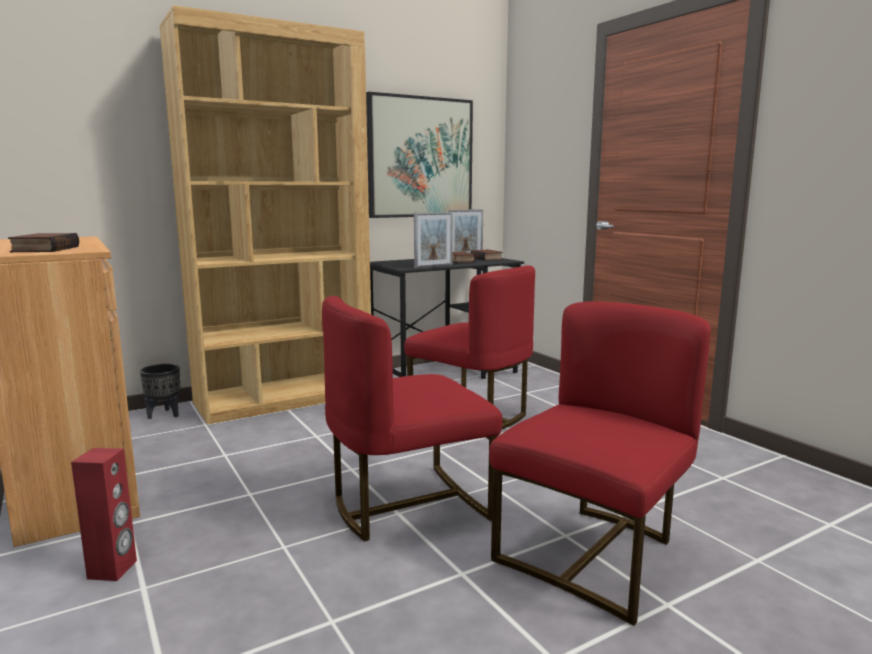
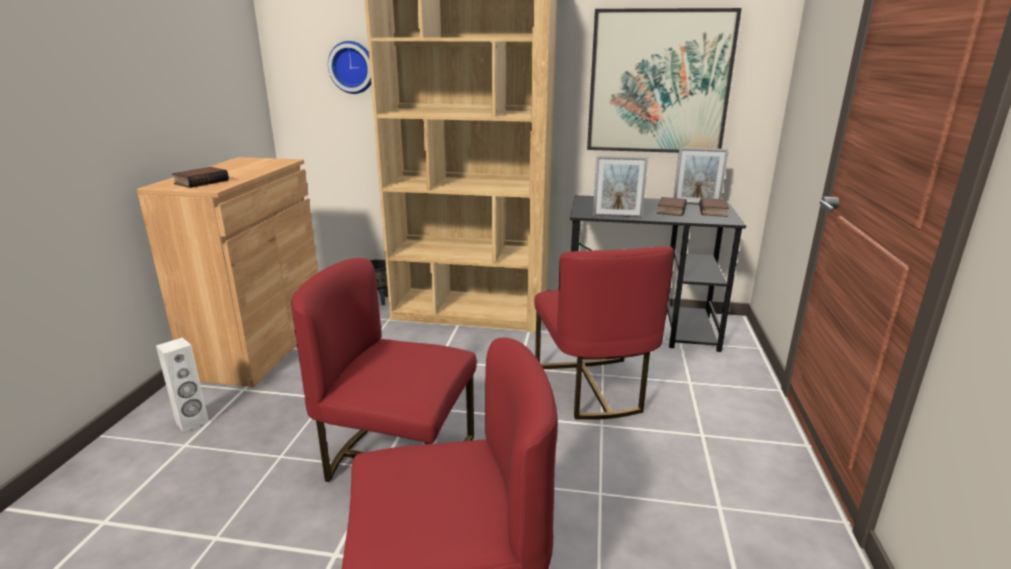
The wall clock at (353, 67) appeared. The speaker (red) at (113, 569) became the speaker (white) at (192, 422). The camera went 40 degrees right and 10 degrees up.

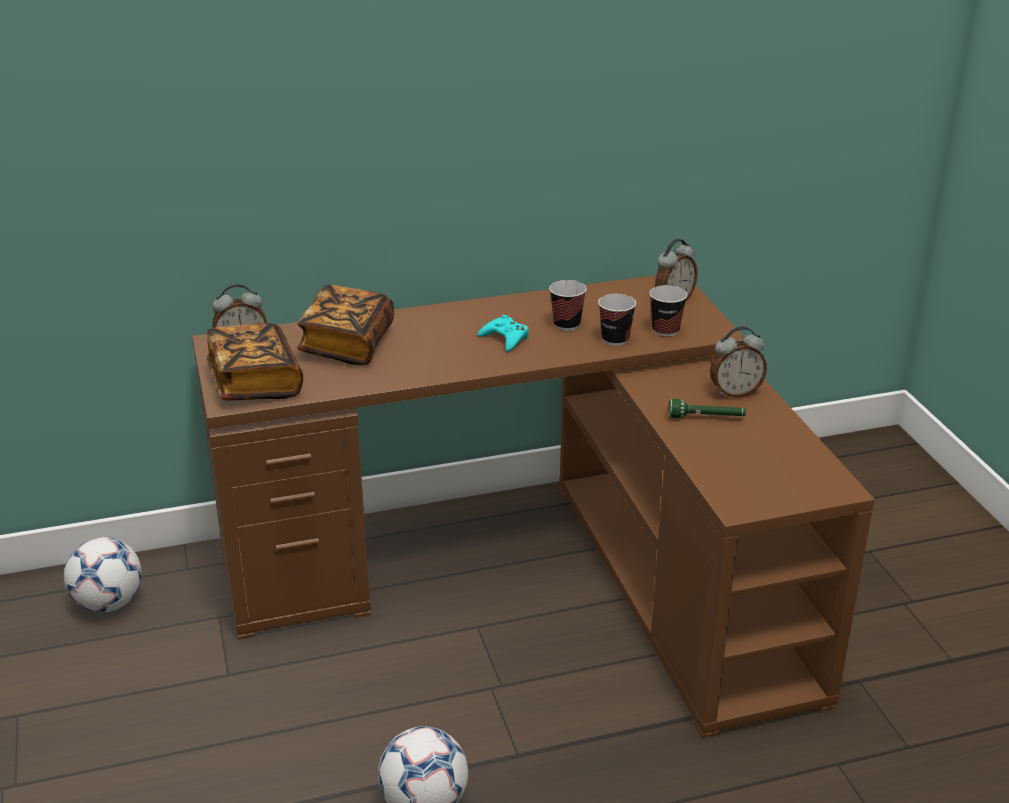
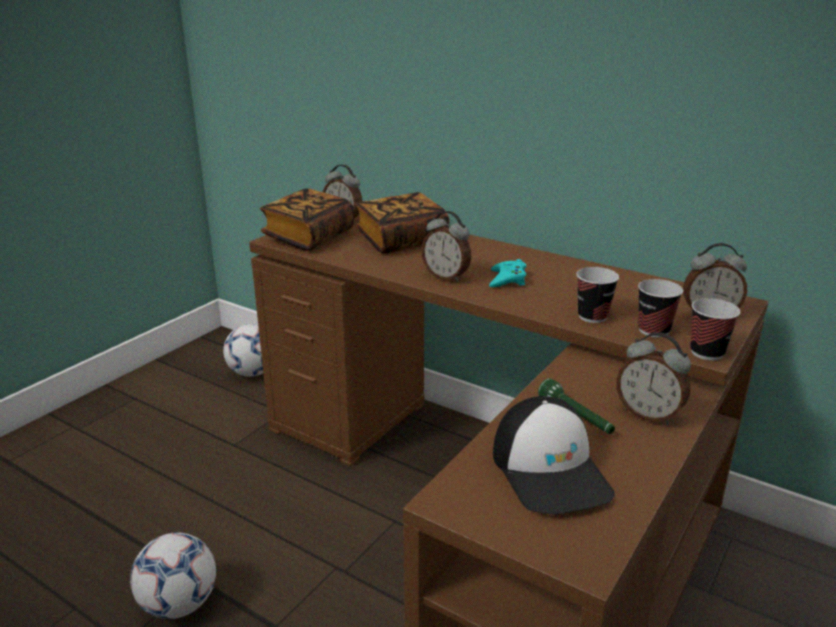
The alarm clock at (446, 276) appeared. The cap at (551, 470) appeared. The cup moved from (566, 324) to (707, 352). The camera went 50 degrees right and 5 degrees down.

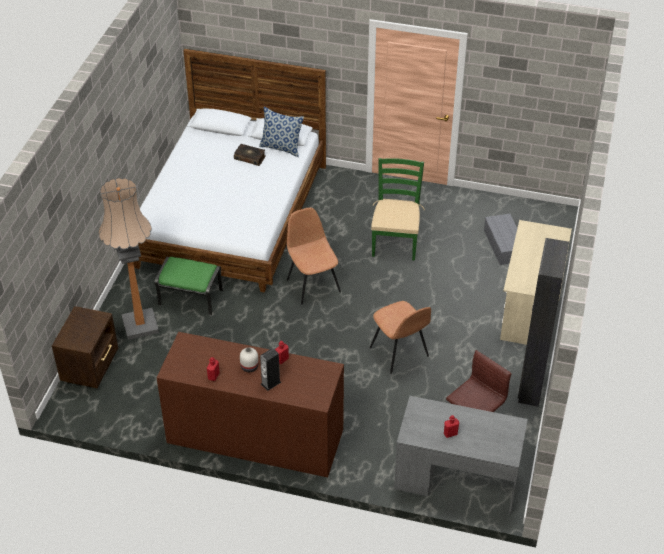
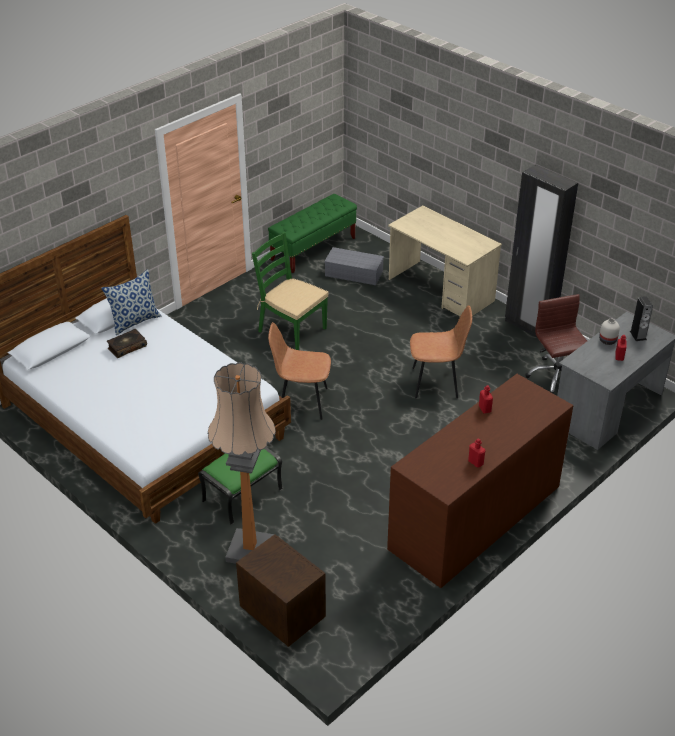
The bench (green) at (313, 249) appeared. The vase (white) moved from (249, 366) to (607, 341). The speaker moved from (270, 383) to (638, 335). The camera went 60 degrees left and 5 degrees down.

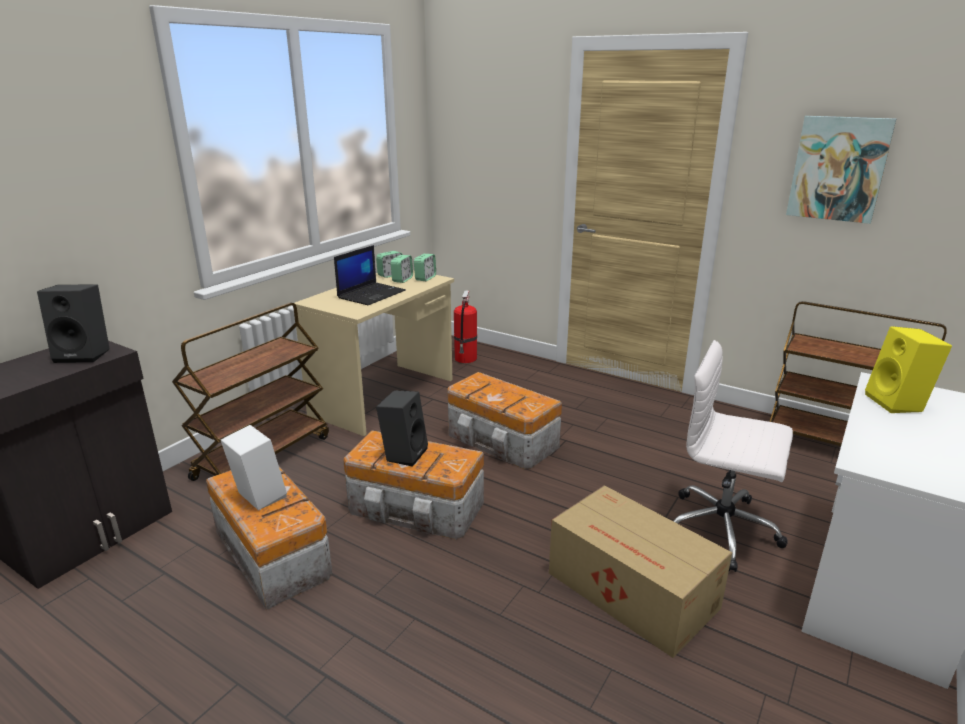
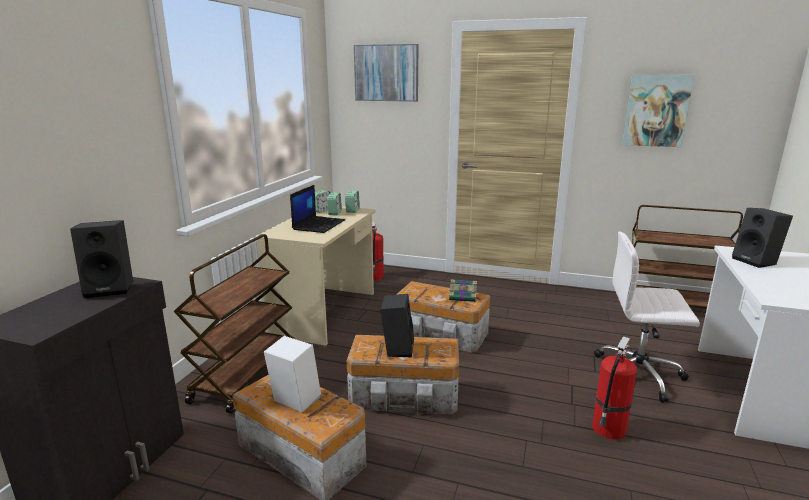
The picture at (386, 73) appeared. The book at (463, 297) appeared. The cardboard box at (633, 592) was replaced by the fire extinguisher at (608, 429). The speaker (yellow) at (898, 403) became the speaker (black) at (757, 261). The camera went 15 degrees left and 5 degrees down.

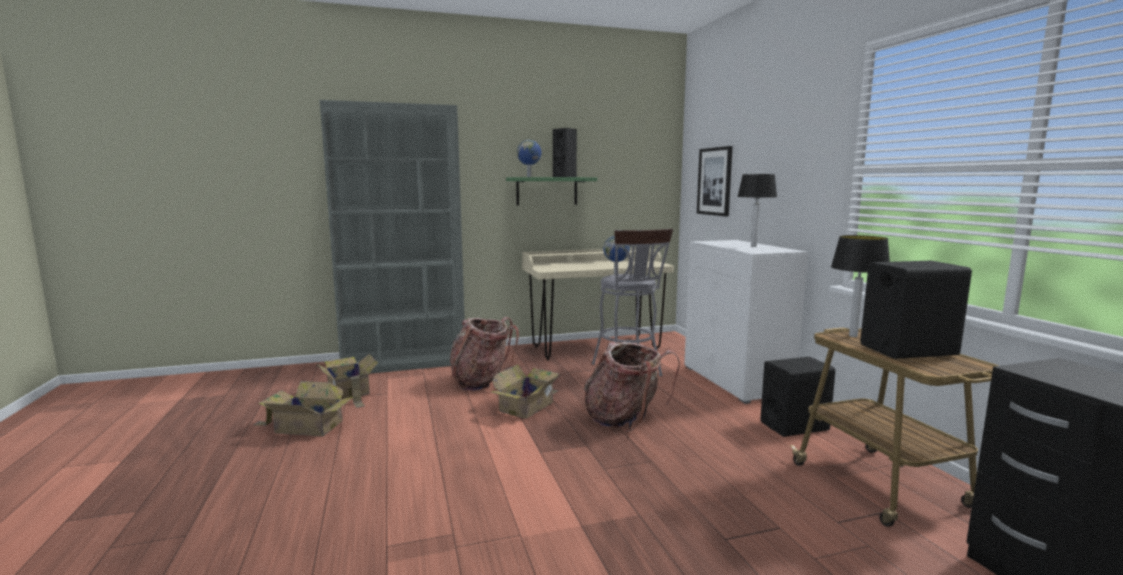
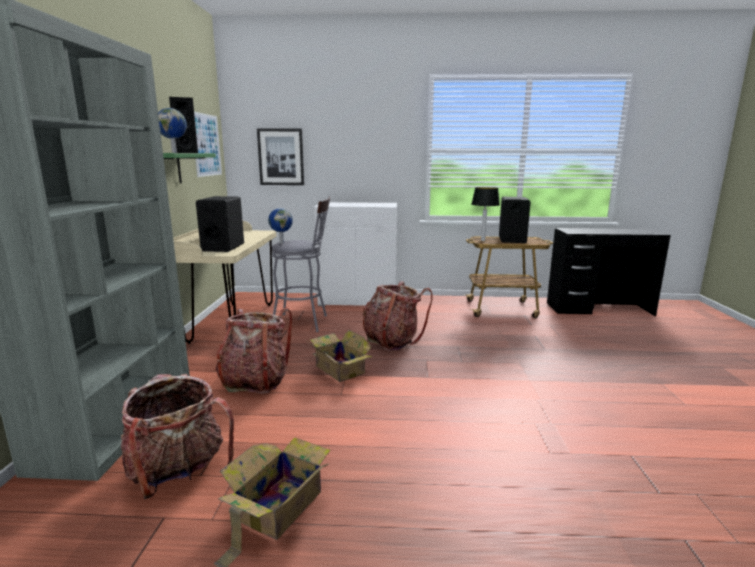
The table lamp at (753, 246) disappeared. The picture at (206, 145) appeared. The speaker (black) moved from (794, 426) to (223, 247). The cardboard box at (348, 391) was replaced by the backpack at (178, 473). The camera went 70 degrees left and 5 degrees up.

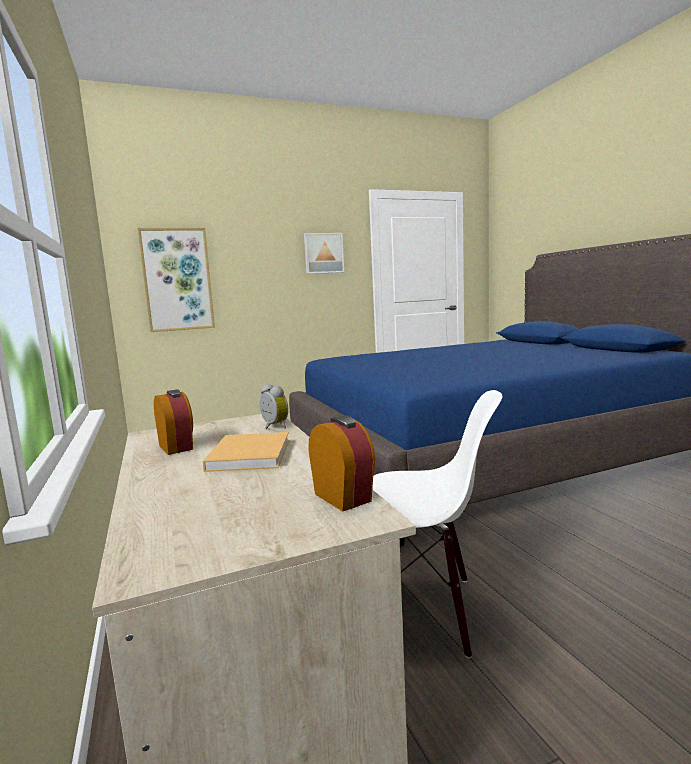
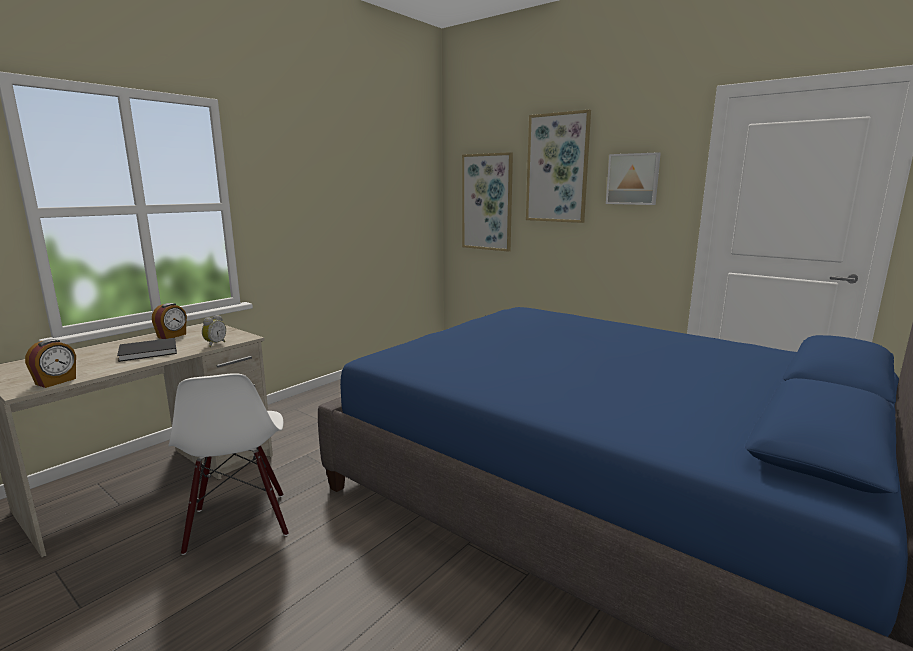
The picture at (557, 168) appeared. The book (beige) at (250, 454) became the book (black) at (150, 351). The camera went 60 degrees right and 5 degrees up.

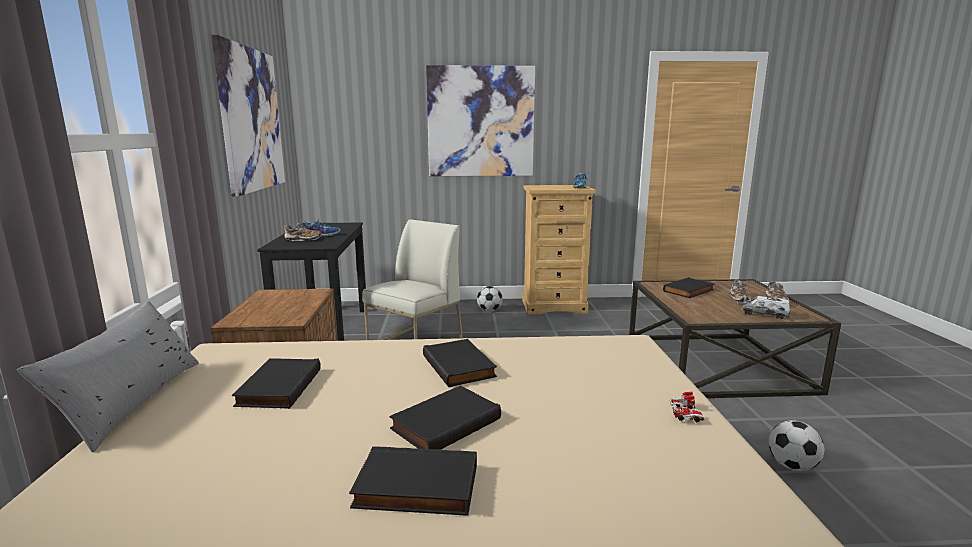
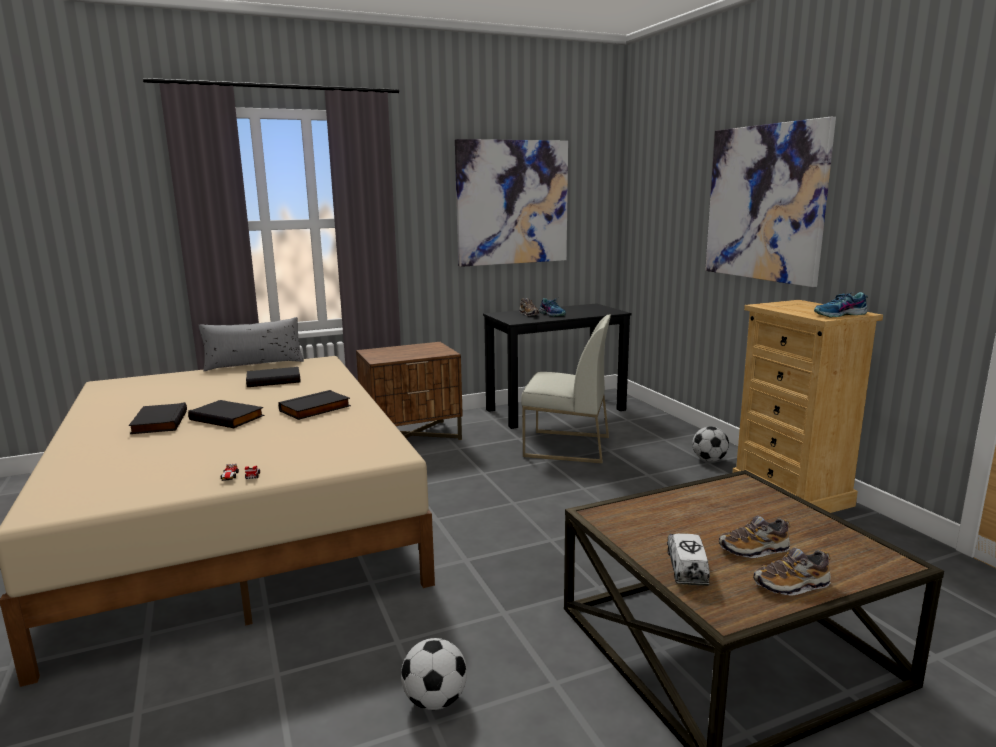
The book (black) at (689, 291) disappeared. The camera went 70 degrees right and 0 degrees up.

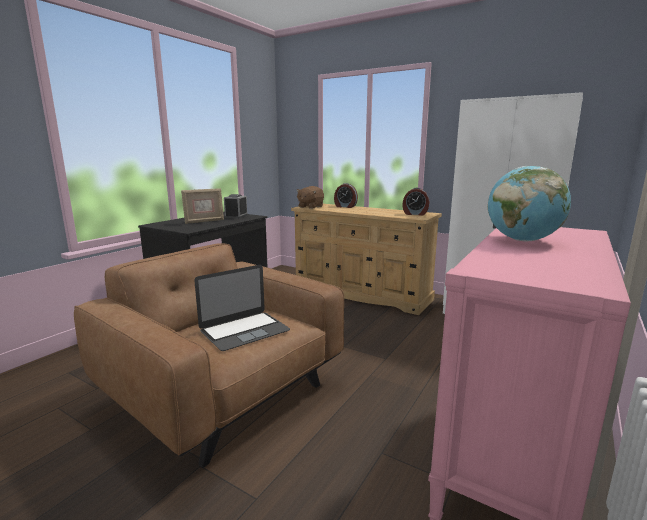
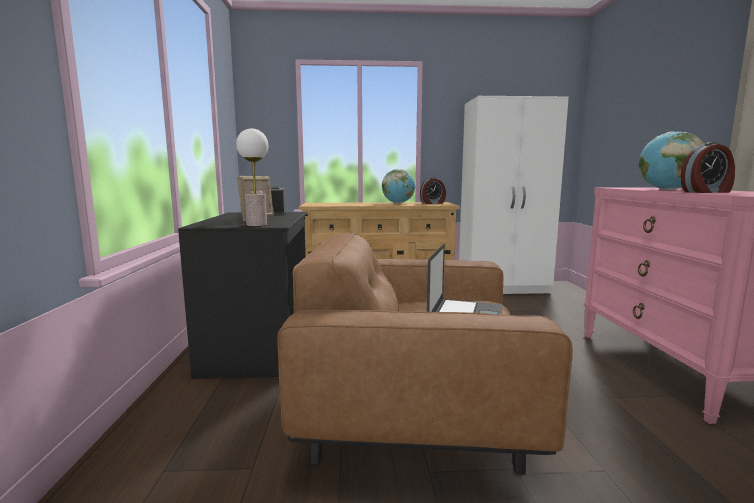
The plush toy (brown) at (310, 207) disappeared. The table lamp at (256, 225) appeared. The globe at (398, 203) appeared. The alarm clock moved from (345, 206) to (706, 192). The camera went 35 degrees left and 5 degrees down.

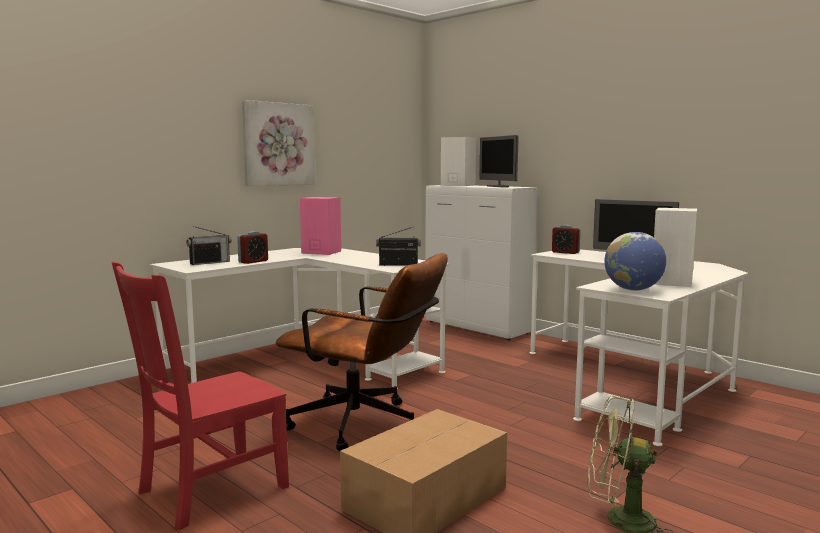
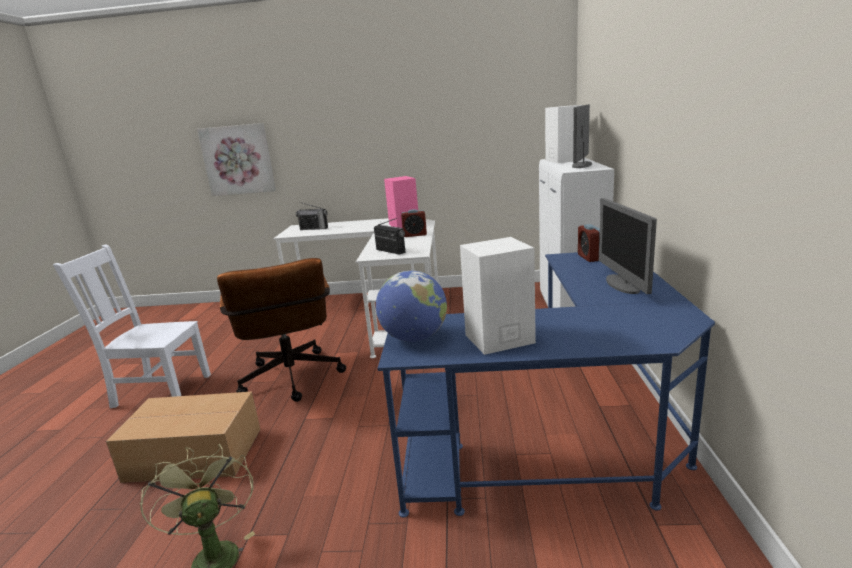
The alarm clock moved from (253, 261) to (415, 235). The picture moved from (278, 144) to (238, 160). The chair (red) at (208, 491) became the chair (white) at (159, 390). The desk (white) at (634, 381) became the desk (blue) at (567, 435). The camera went 50 degrees right and 10 degrees up.

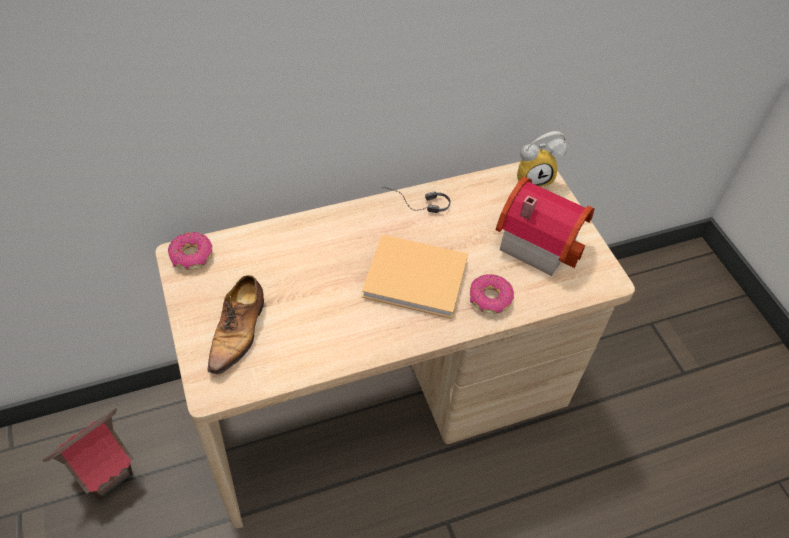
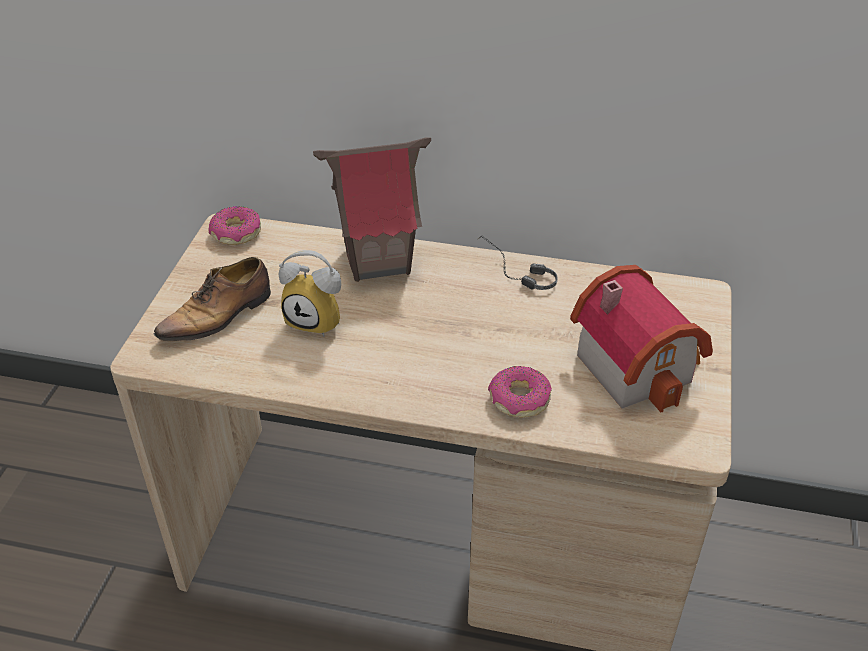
The book (beige) at (418, 279) disappeared. The toy house moved from (107, 474) to (378, 261). The alarm clock moved from (533, 177) to (318, 320). The camera went 35 degrees right and 10 degrees down.

